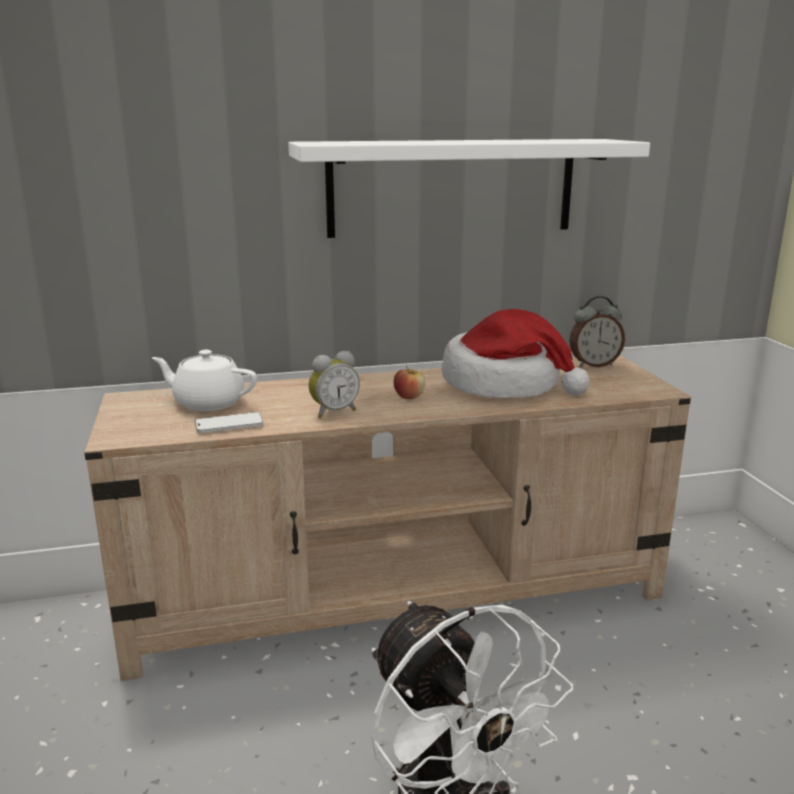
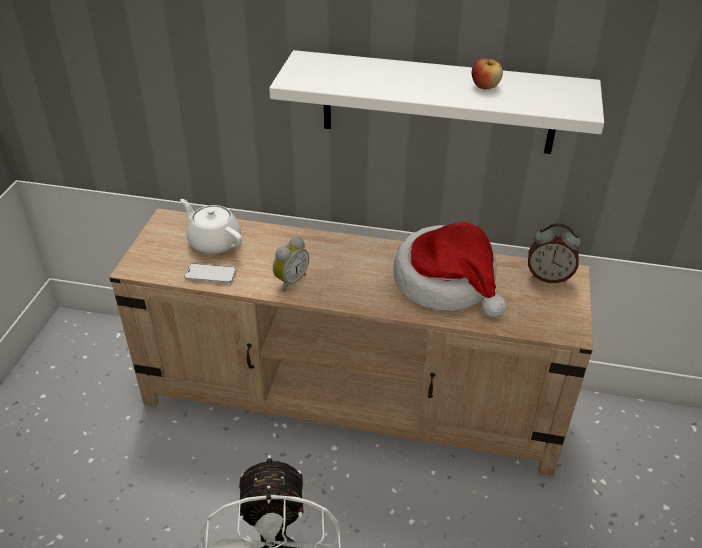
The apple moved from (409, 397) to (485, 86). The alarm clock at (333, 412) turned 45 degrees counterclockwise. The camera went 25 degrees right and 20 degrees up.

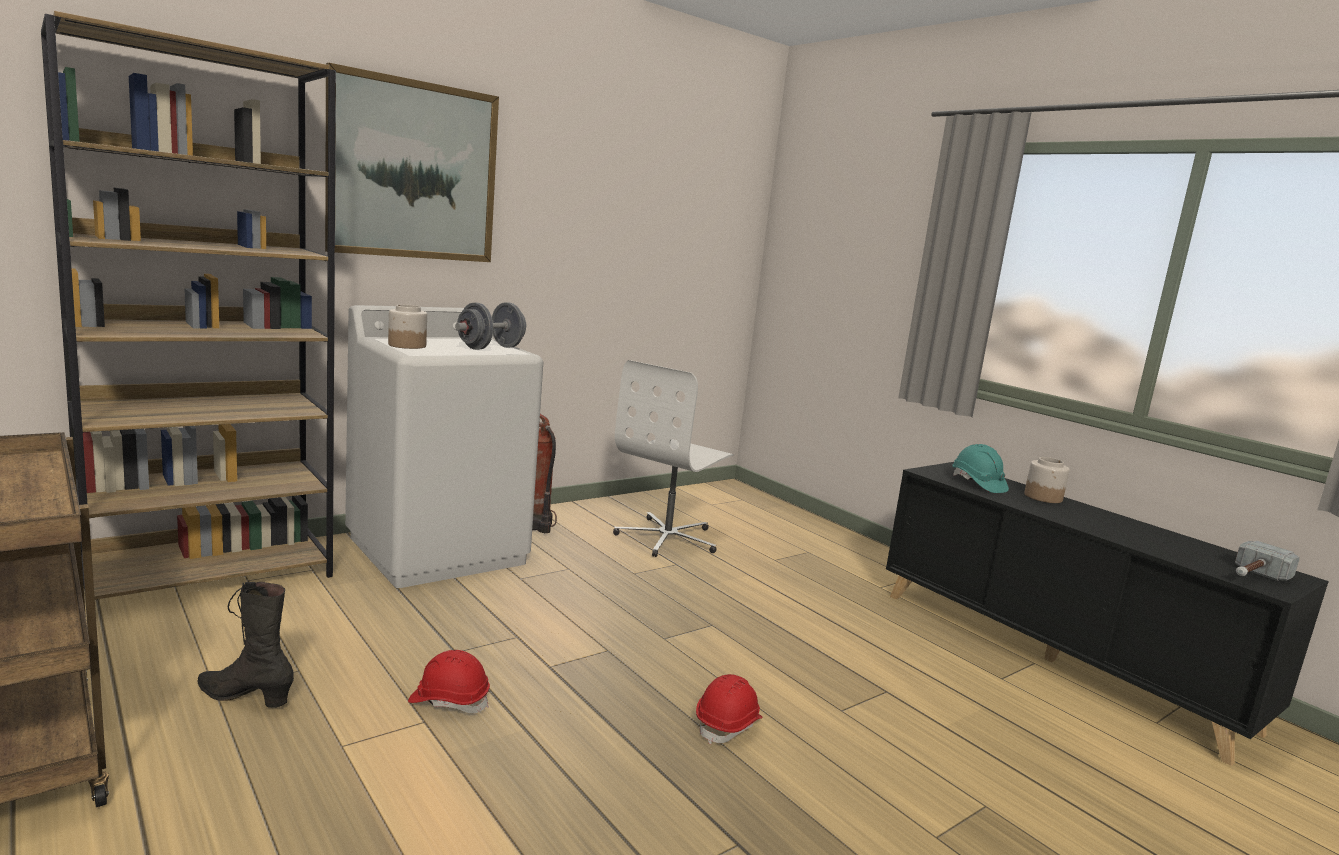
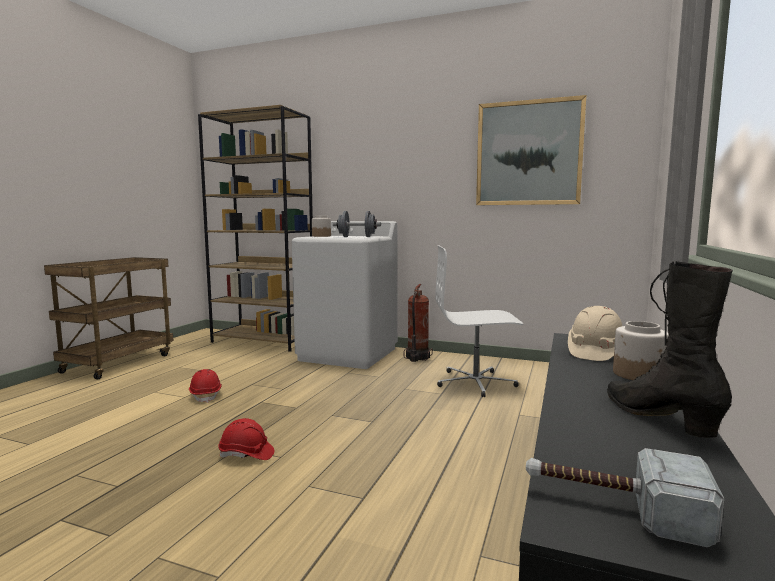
The boot (black) moved from (245, 697) to (659, 418). The picture moved from (413, 171) to (528, 153). The hard hat (turquoise) at (977, 484) became the hard hat (beige) at (594, 352). The camera went 60 degrees right and 5 degrees down.

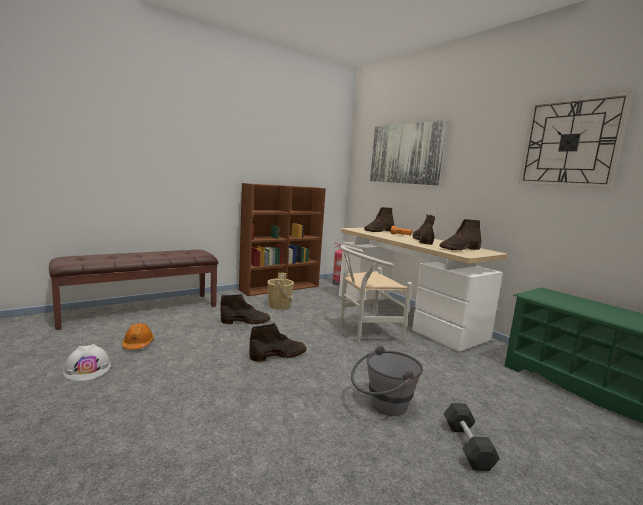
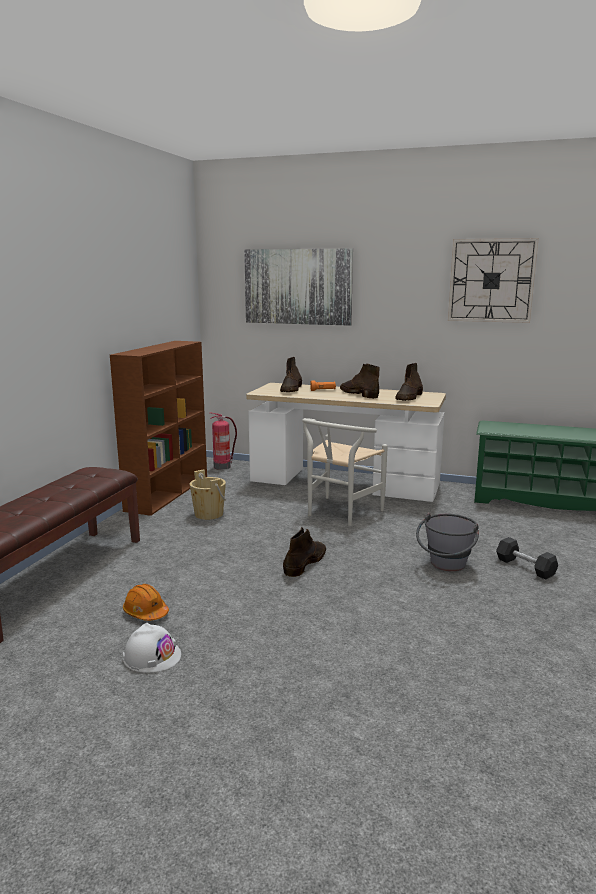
The boot (brown) at (246, 321) disappeared. The camera went 35 degrees left and 5 degrees up.

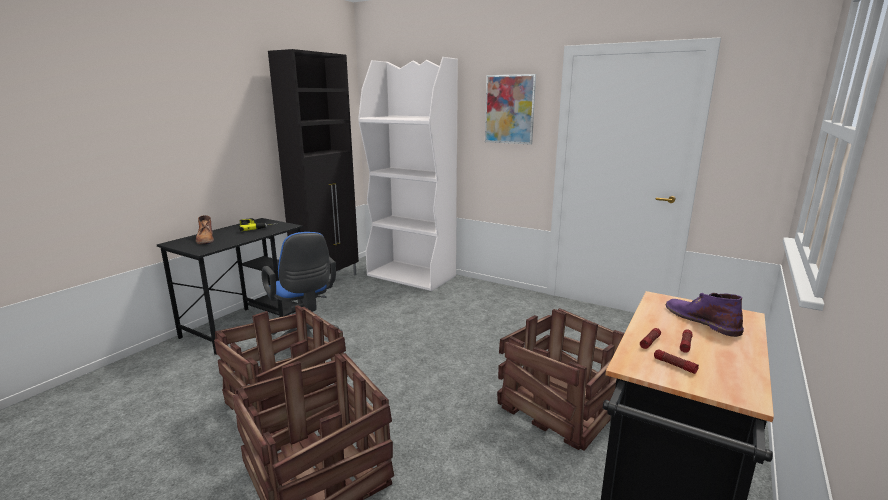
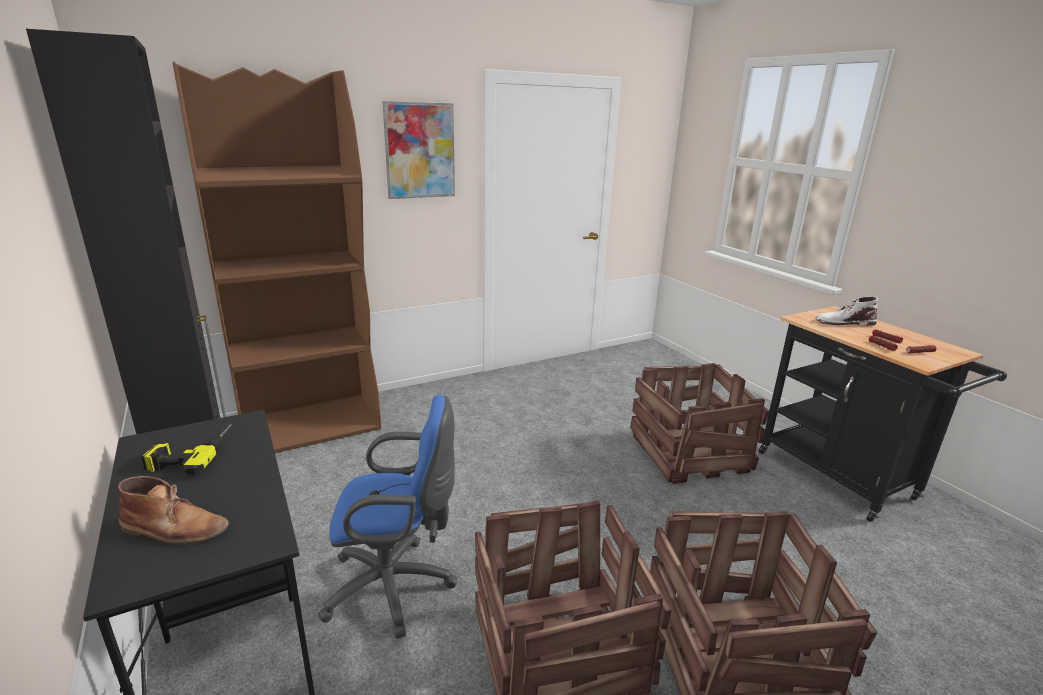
The bookcase (white) at (412, 276) became the bookcase (brown) at (312, 425). The boot (purple) at (701, 320) became the boot (white) at (844, 322). The camera went 60 degrees left and 5 degrees up.

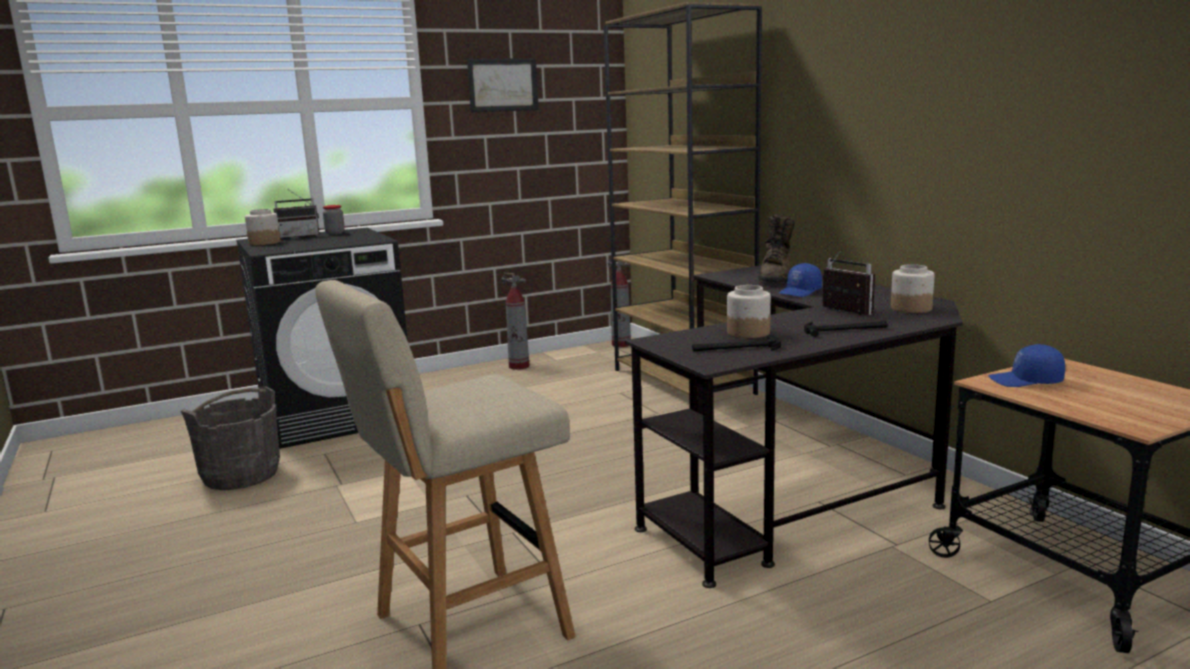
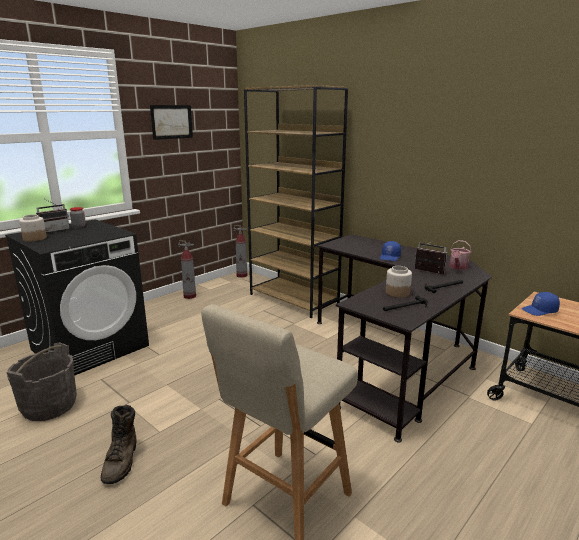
The boot (brown) moved from (776, 279) to (122, 461). The jar at (910, 308) was replaced by the watering can at (457, 267). The camera went 20 degrees left and 5 degrees up.

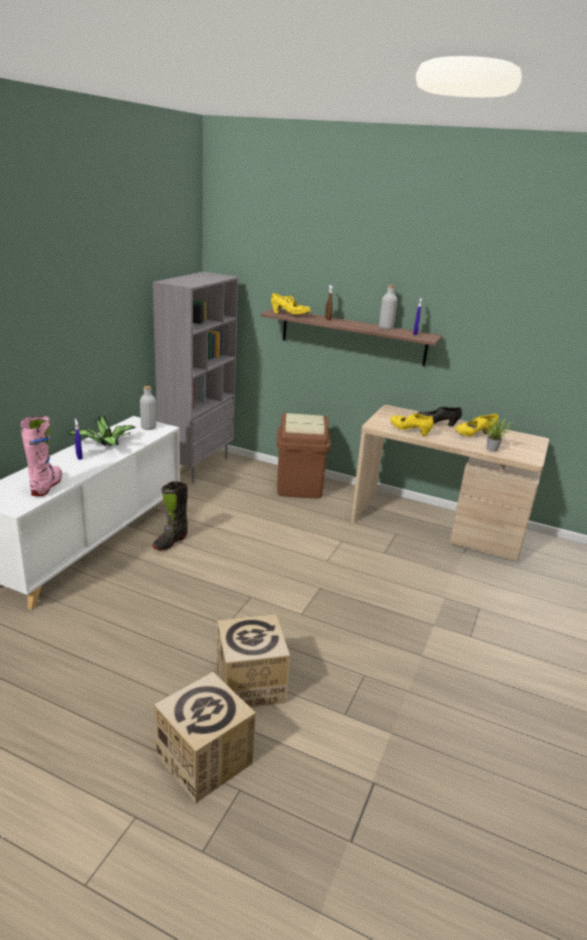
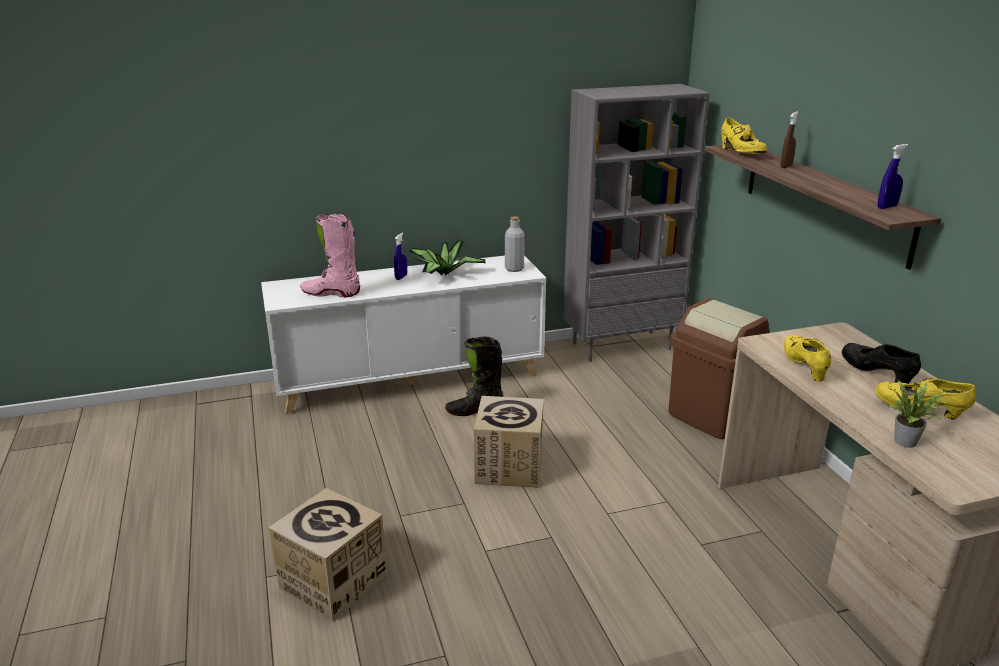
The bottle (grey) at (385, 328) disappeared. The cardboard box moved from (204, 759) to (509, 467). The boot (pink) at (47, 486) turned 135 degrees counterclockwise. The camera went 50 degrees right and 0 degrees up.

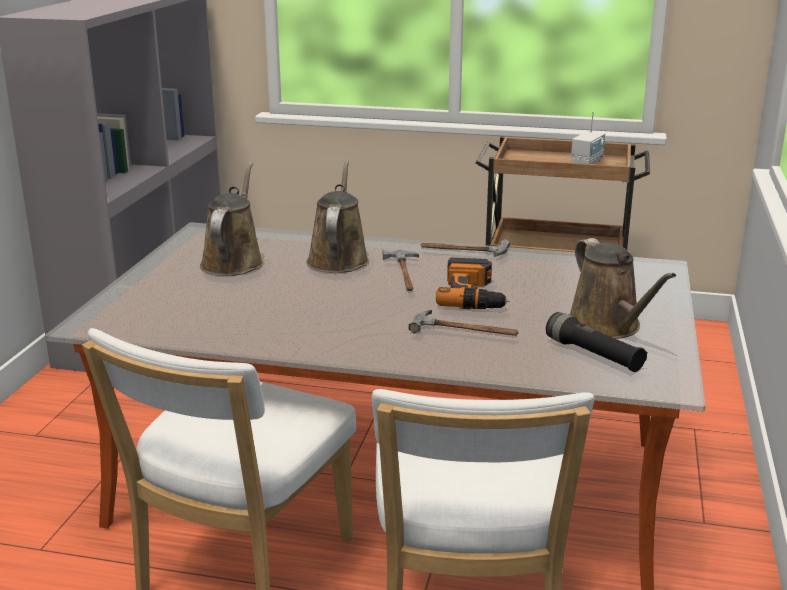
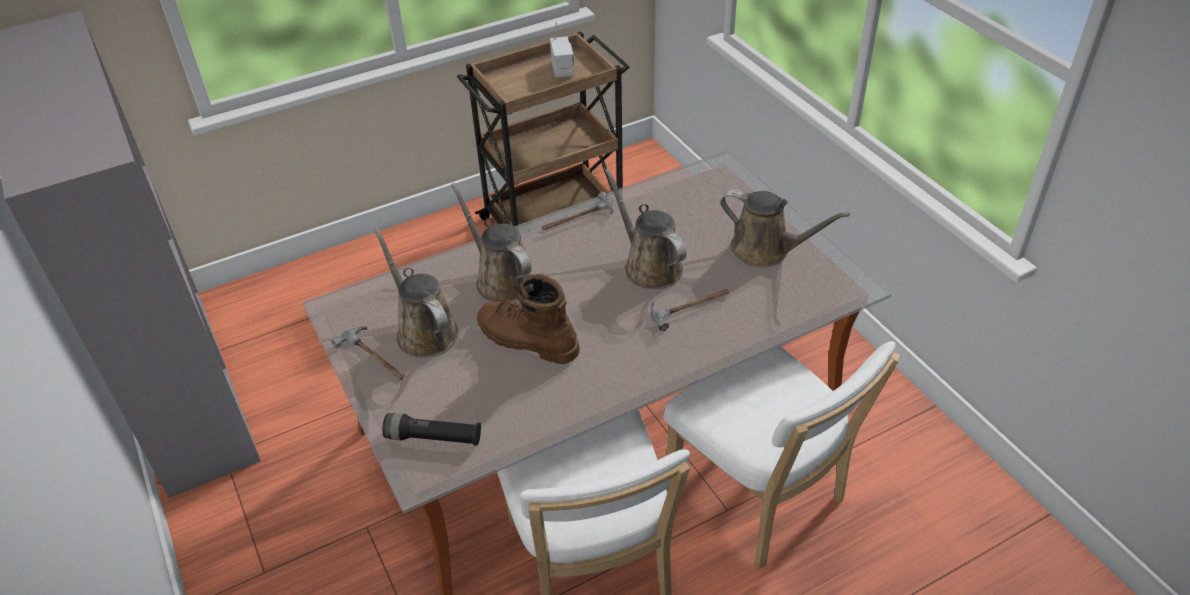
The boot (brown) at (526, 340) appeared. The hammer moved from (405, 274) to (374, 357). The flashlight (black) moved from (593, 355) to (433, 438). The power drill at (474, 295) was replaced by the watering can (brown) at (649, 266). The camera went 40 degrees left and 20 degrees up.

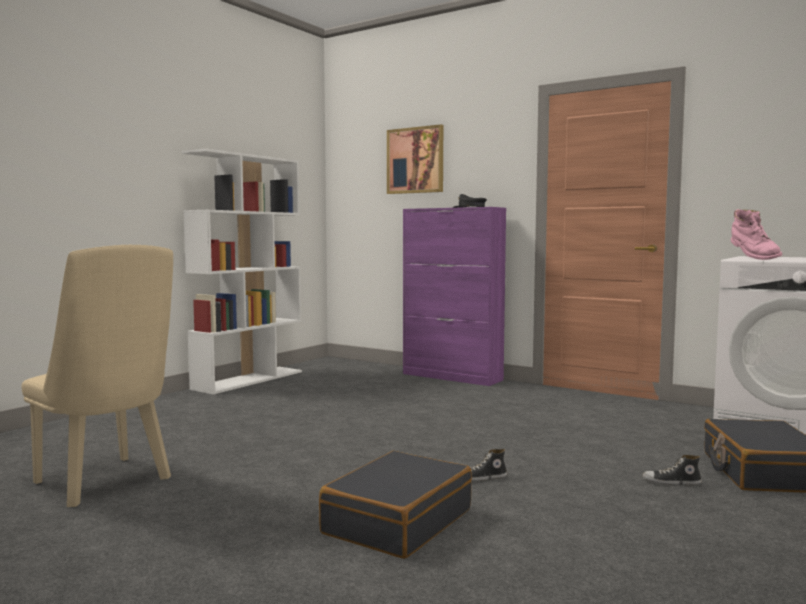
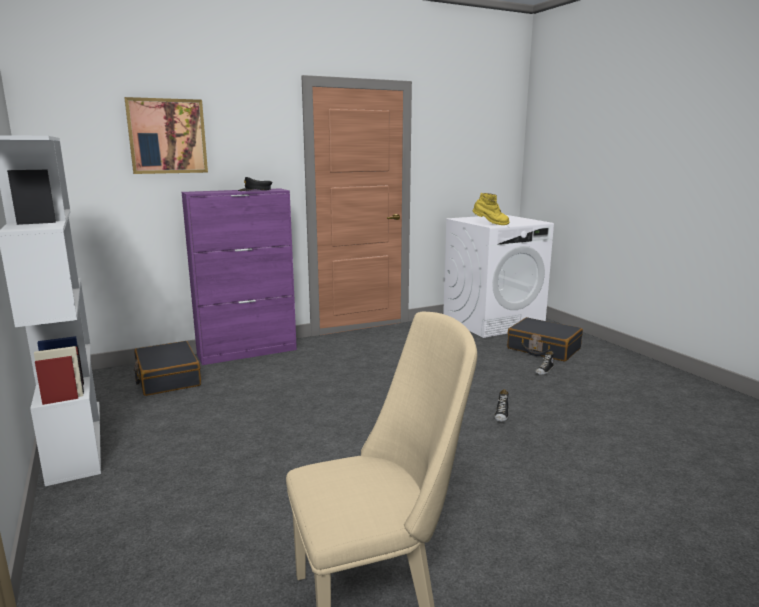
The suitcase (black) moved from (397, 521) to (167, 378). The boot (pink) at (752, 259) became the boot (yellow) at (490, 224). The camera went 60 degrees left and 10 degrees up.

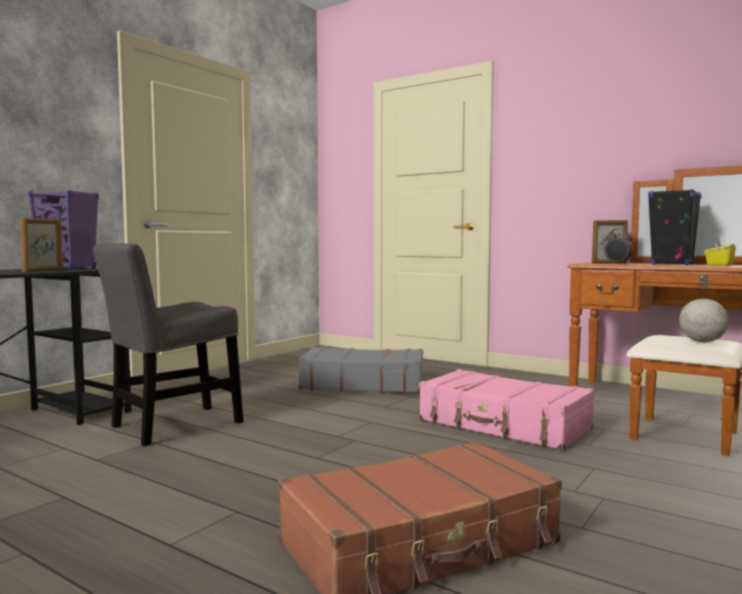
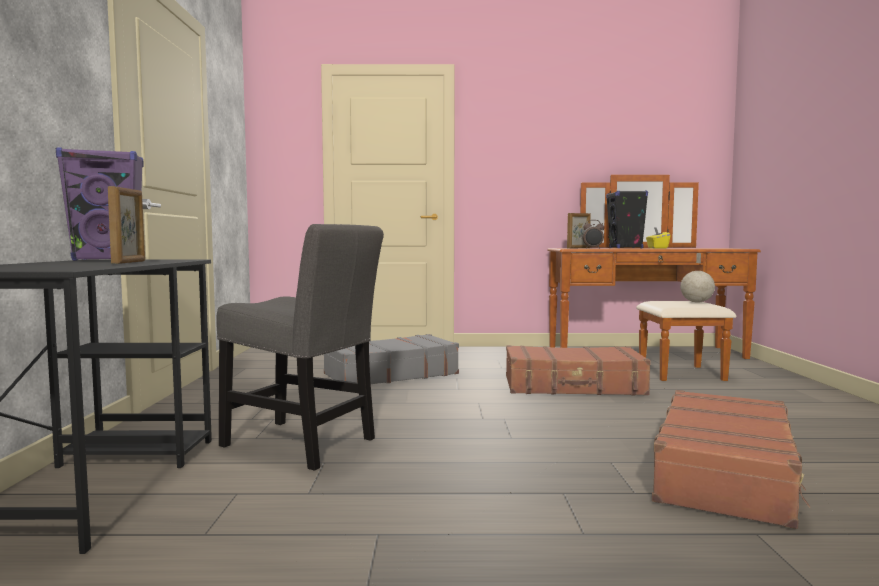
The suitcase (pink) at (503, 425) became the suitcase (brown) at (573, 386). The chair (grey) at (171, 426) turned 75 degrees counterclockwise. The camera went 35 degrees left and 0 degrees up.

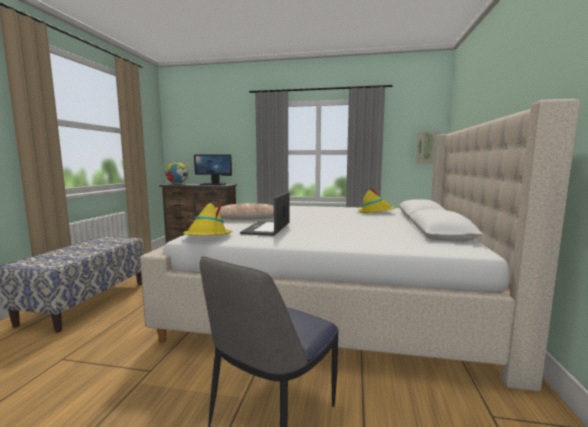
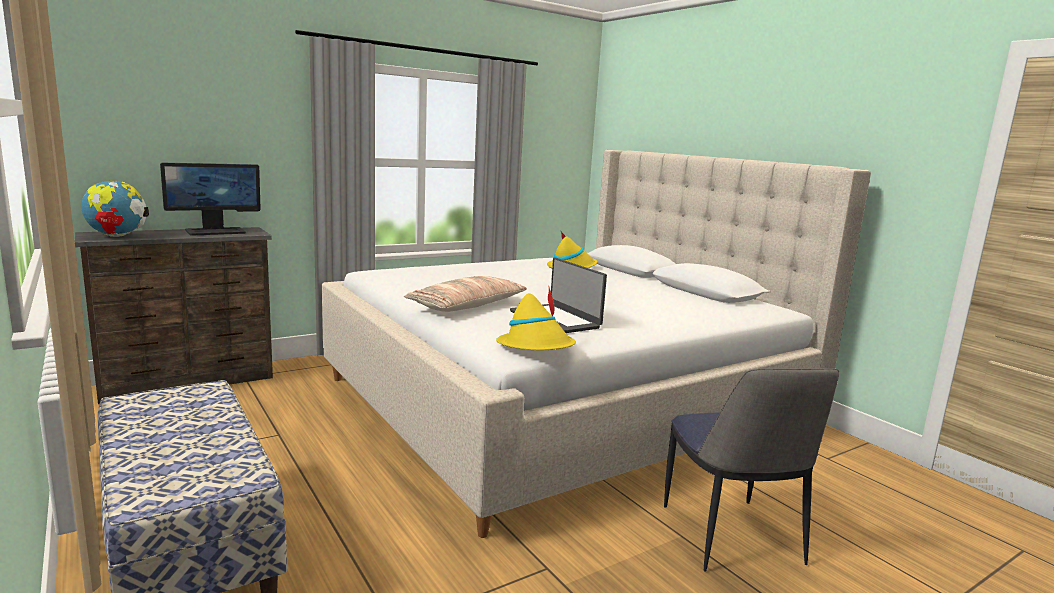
The picture at (427, 147) disappeared. The camera went 45 degrees left and 5 degrees up.

